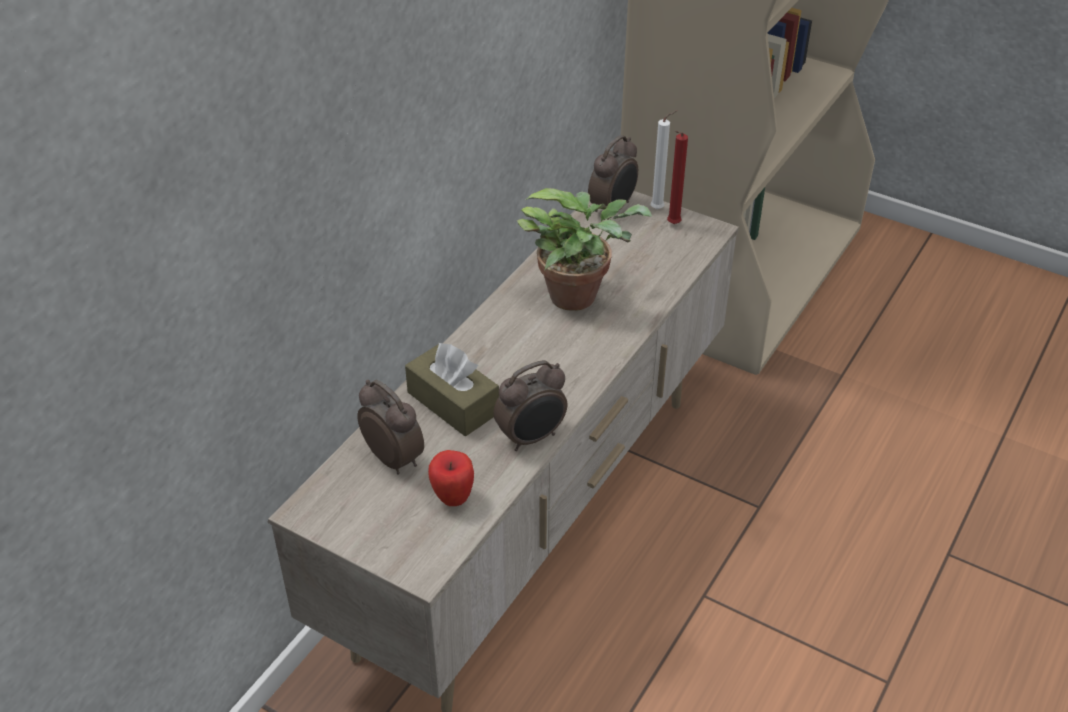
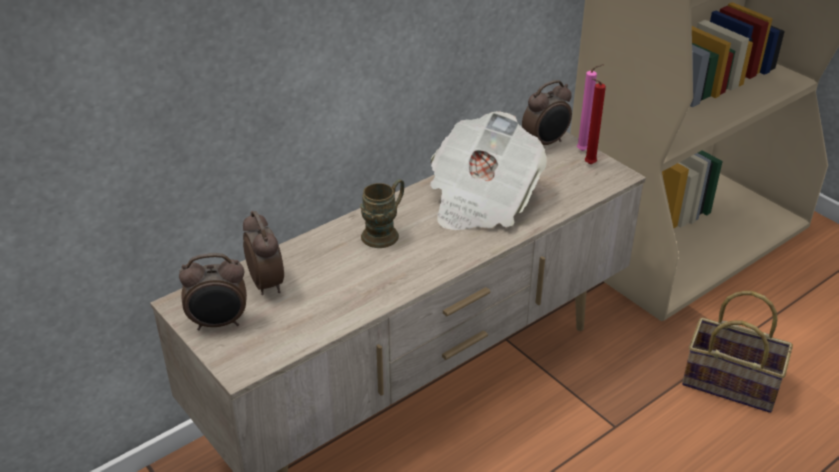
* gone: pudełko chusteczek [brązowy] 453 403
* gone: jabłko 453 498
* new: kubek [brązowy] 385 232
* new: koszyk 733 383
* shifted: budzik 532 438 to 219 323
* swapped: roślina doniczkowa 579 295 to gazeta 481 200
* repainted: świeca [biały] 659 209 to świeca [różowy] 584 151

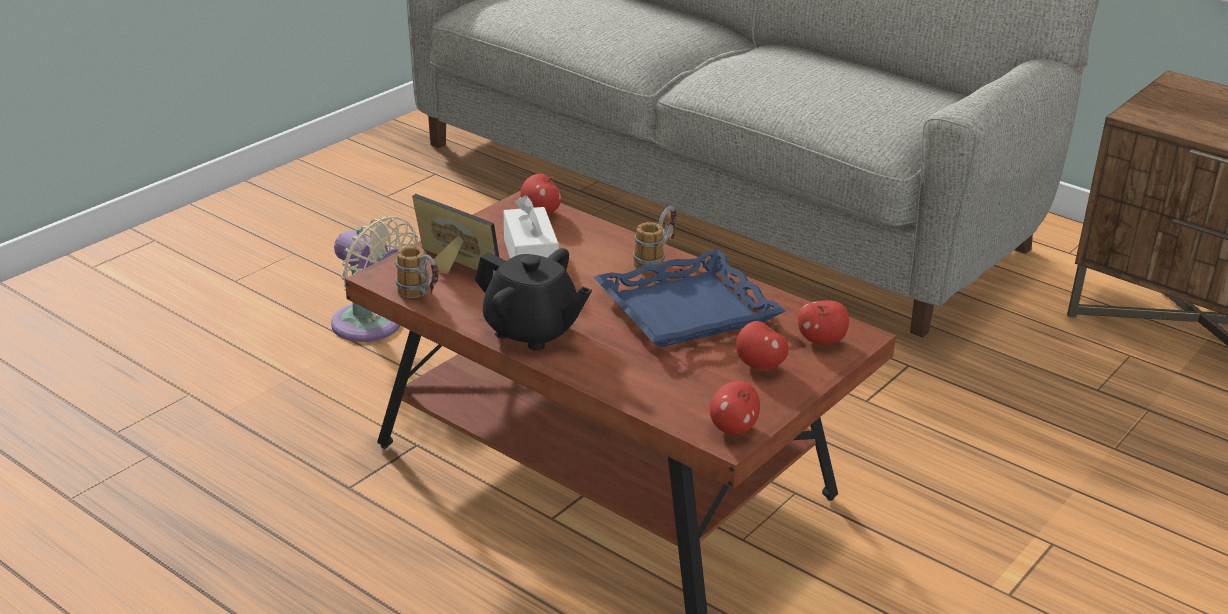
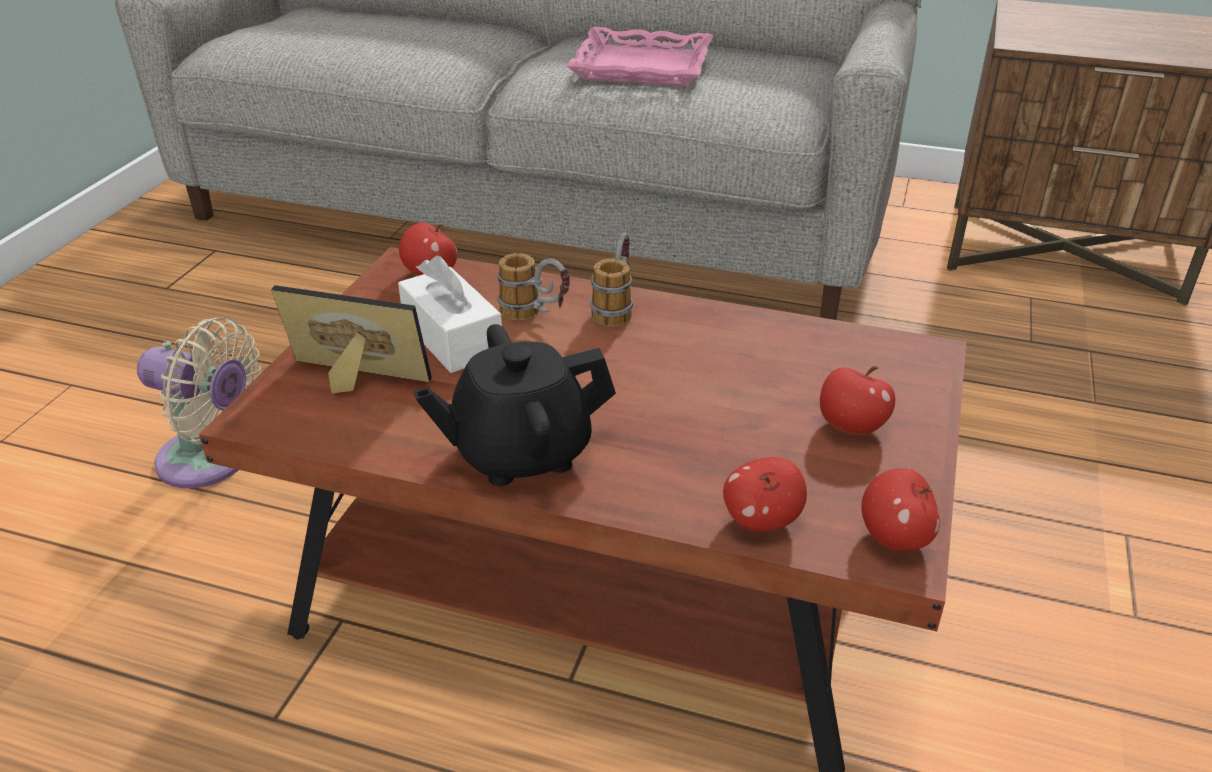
* gone: taca [niebieski] 686 309
* new: taca [różowy] 642 67
* shifted: kubek 421 296 to 535 315
* shifted: jabłko 821 340 to 761 520
* rotated: imbryk [czarny] 532 331 = 520 452 150 degrees clockwise

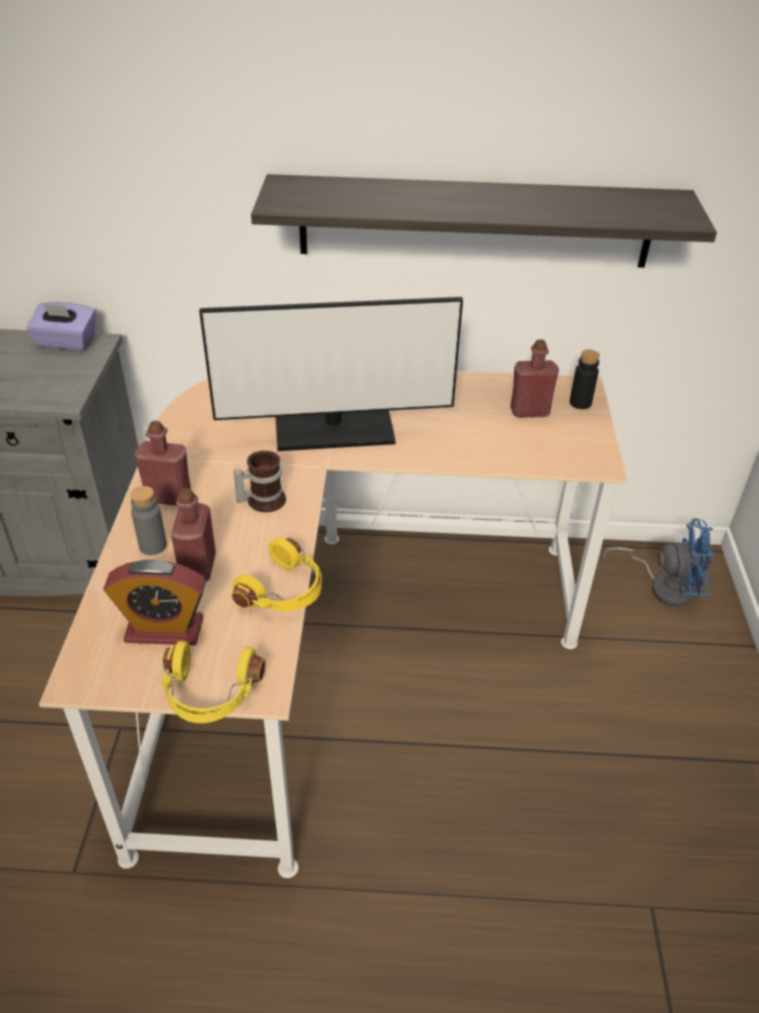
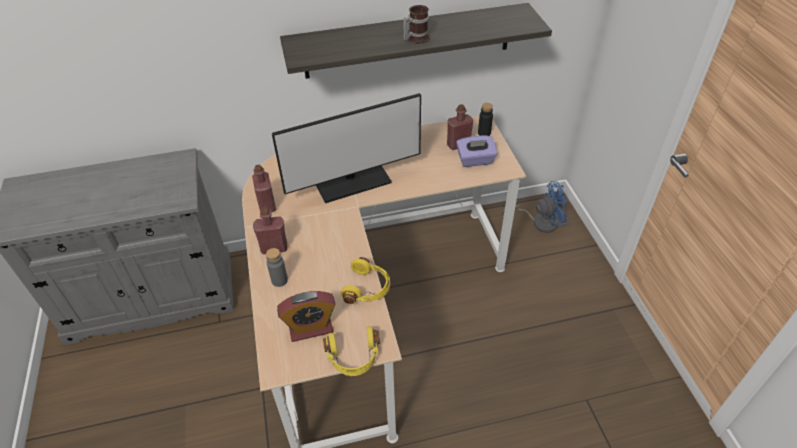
* shifted: pudełko chusteczek [fioletowy] 66 342 to 475 160
* shifted: butelka [czerwony] 198 567 to 267 205
* shifted: kubek 262 499 to 415 38

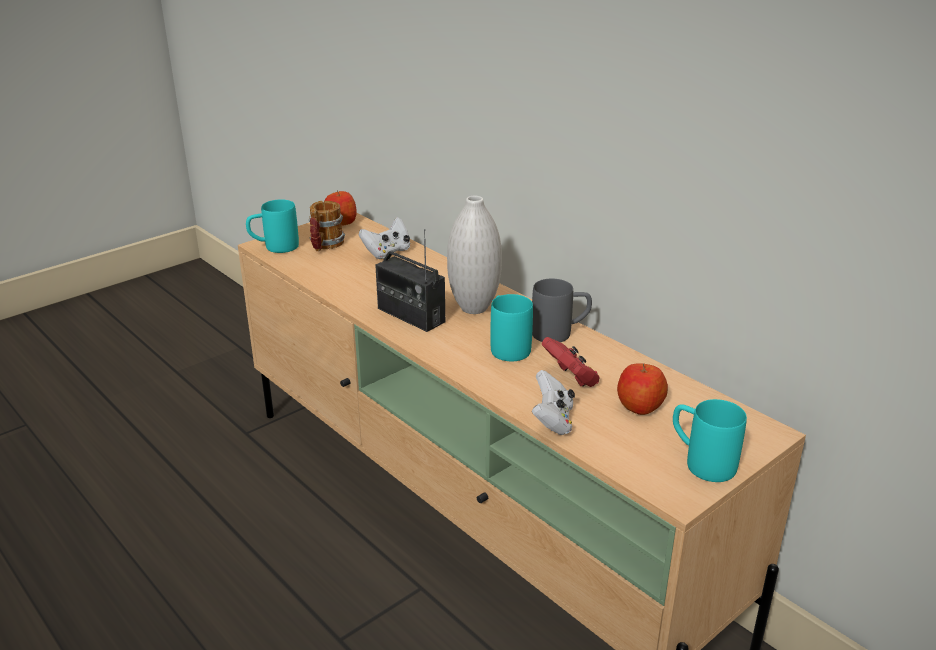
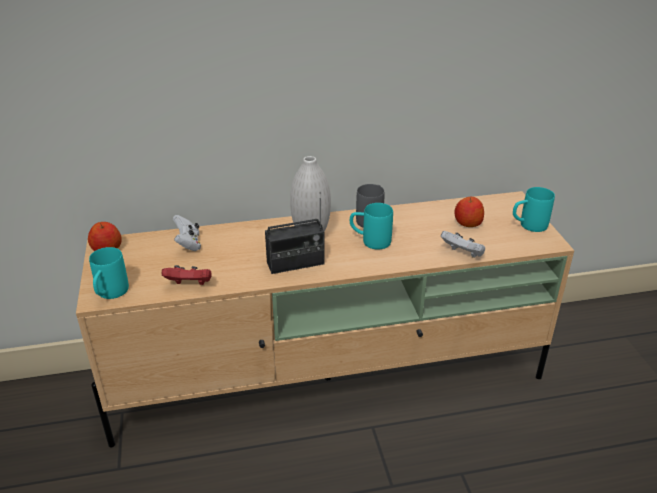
* gone: kubek 324 246
* shifted: pad do gier [czerwony] 571 378 to 190 285

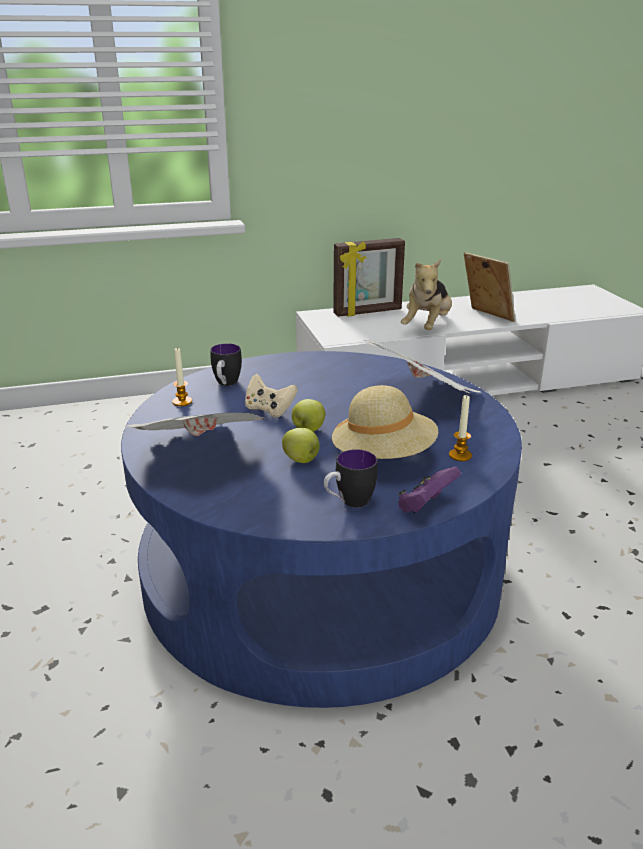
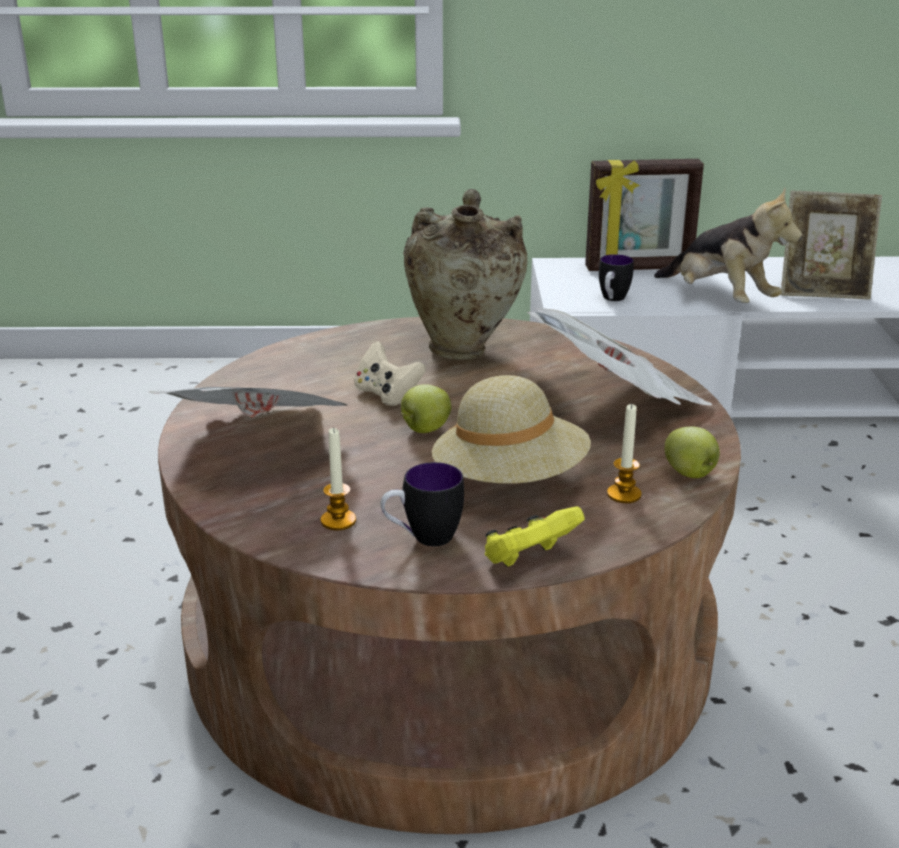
* new: wazon [beżowy] 464 349
* shifted: świeca 182 402 to 338 521
* shifted: kubek 226 384 to 612 299
* shifted: jabłko 302 460 to 690 474
* repainted: ława [niebieski] 321 567 to ława [brązowy] 449 633
* repainted: pad do gier [fioletowy] 426 506 to pad do gier [żółty] 529 559
* rotated: pluszak 427 327 = 719 299 75 degrees counterclockwise
* rotated: ramka na zdjęcie 486 316 = 823 292 120 degrees clockwise

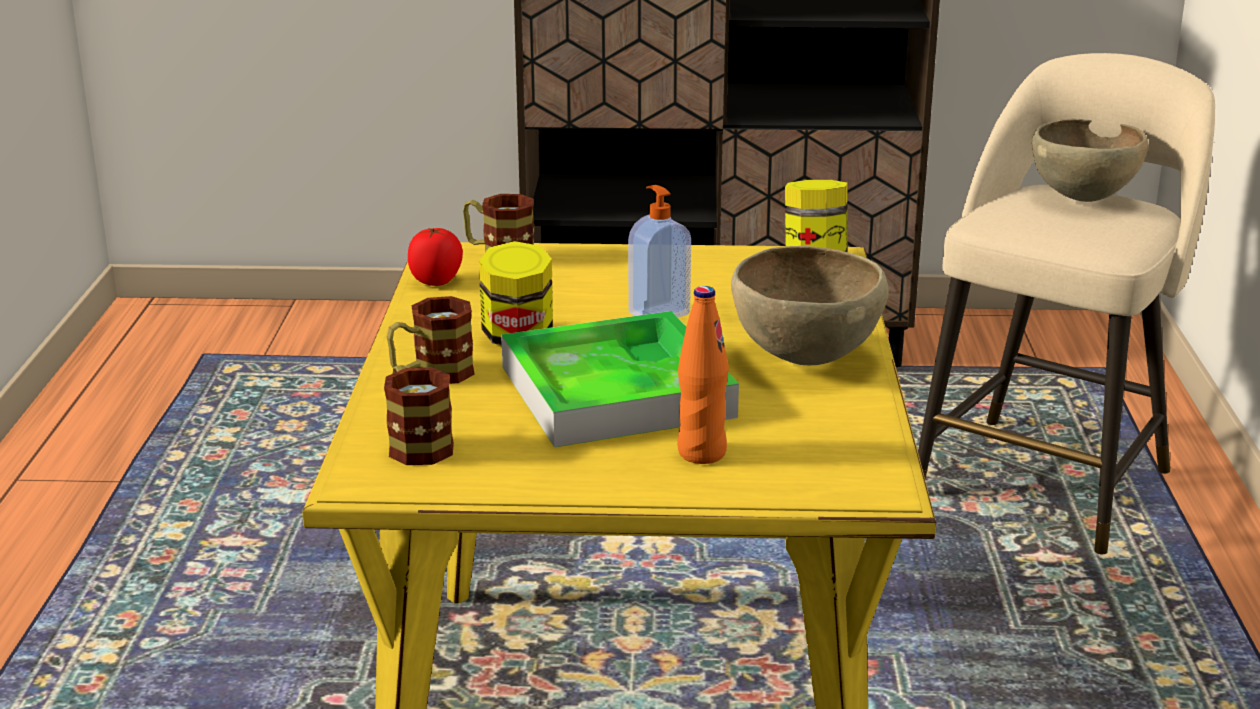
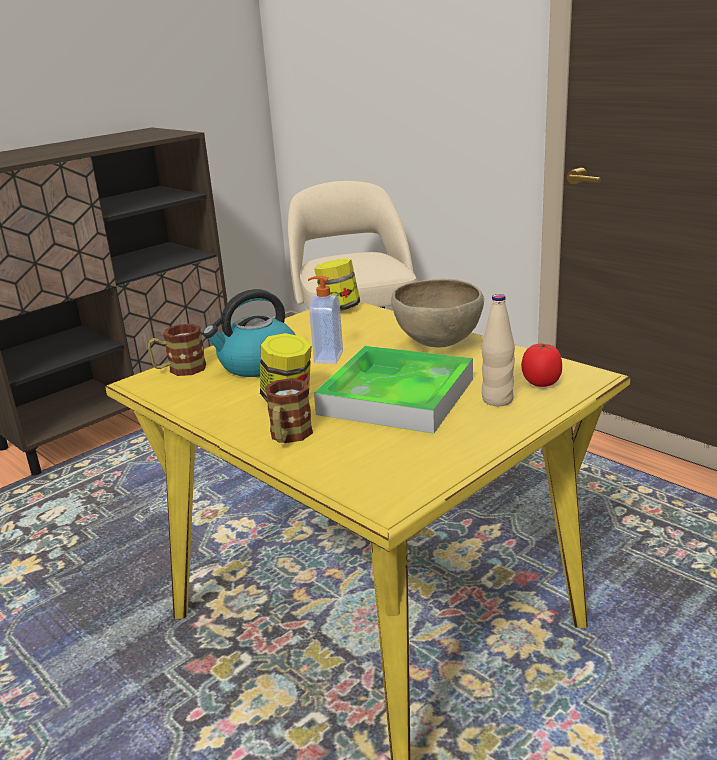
* gone: kubek 416 443
* gone: miska [brązowy] 1083 199
* new: czajnik 257 364
* shifted: pomidor 437 281 to 541 383
* repainted: butelka [pomarańczowy] 701 453 to butelka [beżowy] 497 400

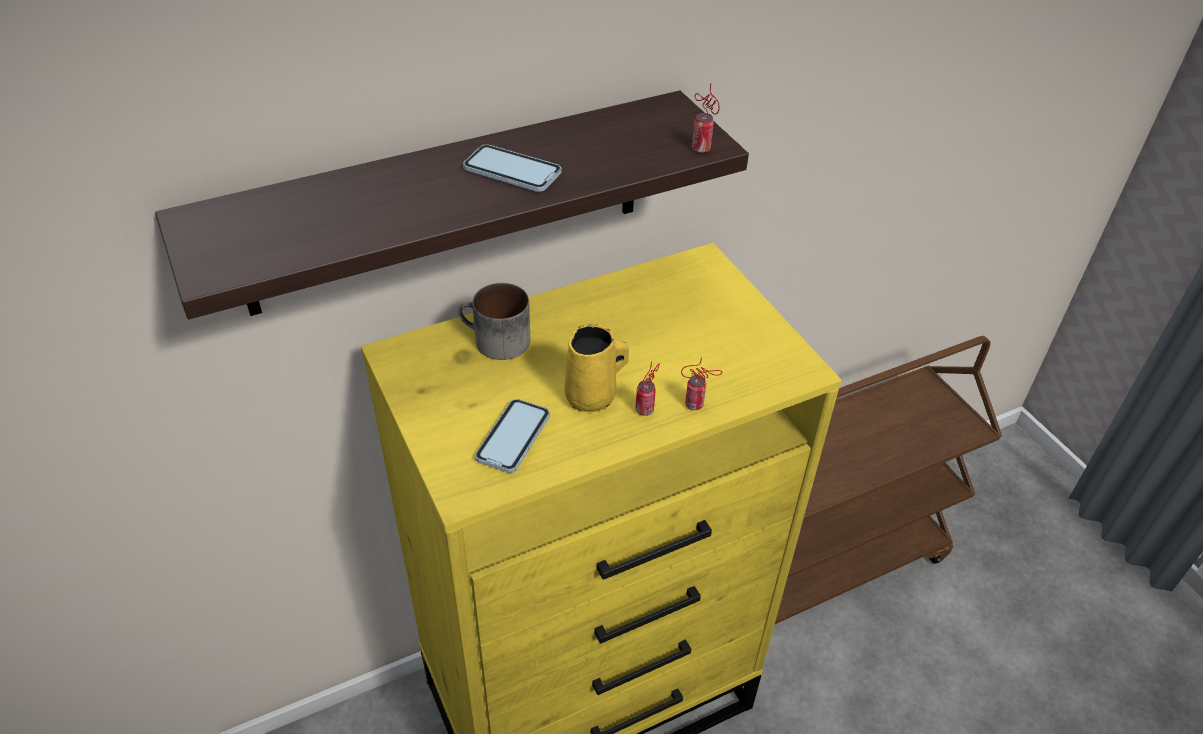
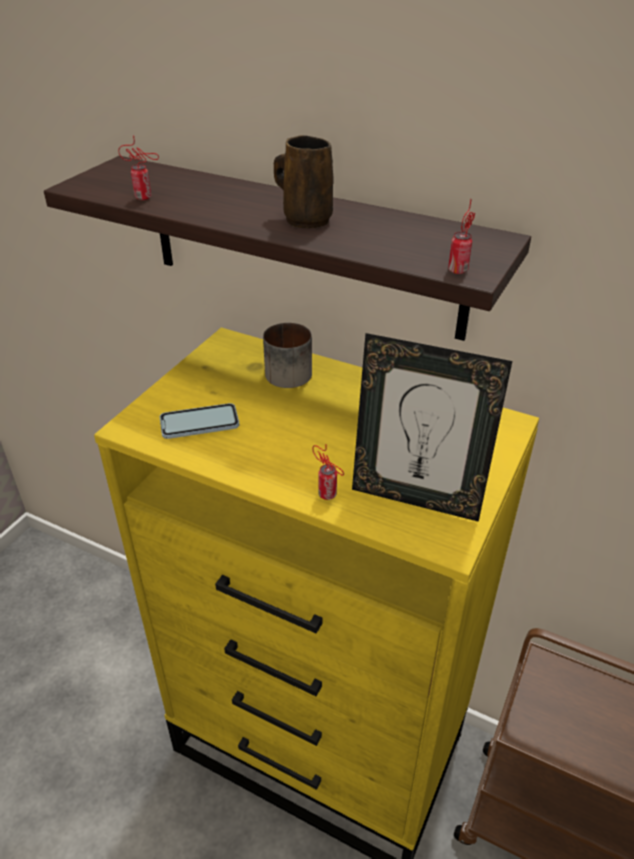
* gone: kubek [żółty] 593 396
* new: ramka na zdjęcie 416 498
* shifted: puszka 645 409 to 145 198
* swapped: telefon 512 171 to kubek [brązowy] 305 219

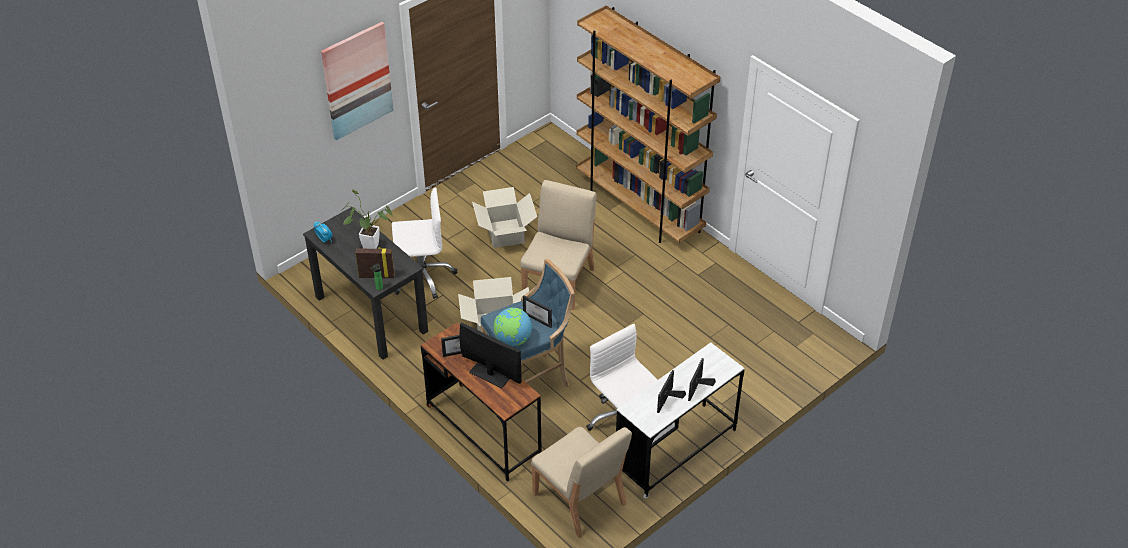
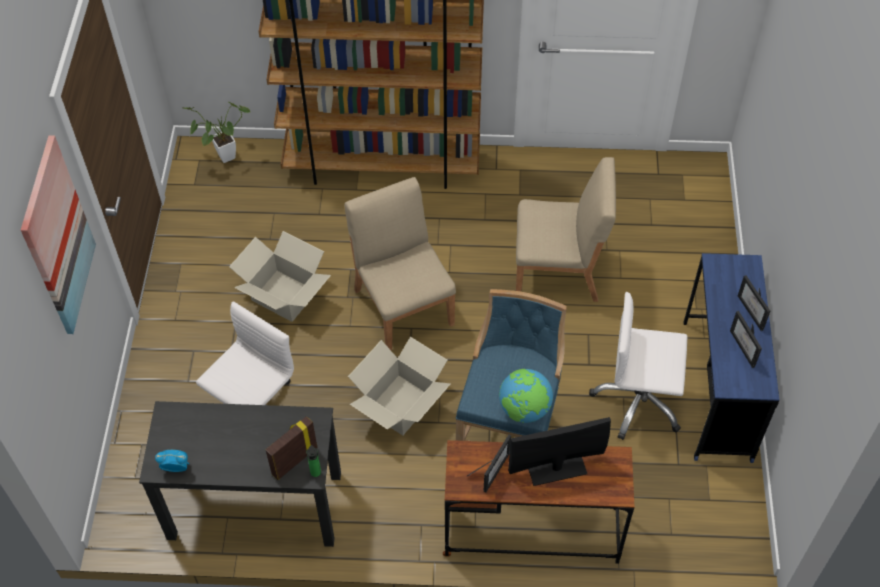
* gone: ramka na zdjęcie 540 318
* shifted: roślina doniczkowa 367 246 to 222 158
* shifted: krzesło [beżowy] 579 500 to 558 271
* repainted: biurko [biały] 675 450 to biurko [niebieski] 717 390

